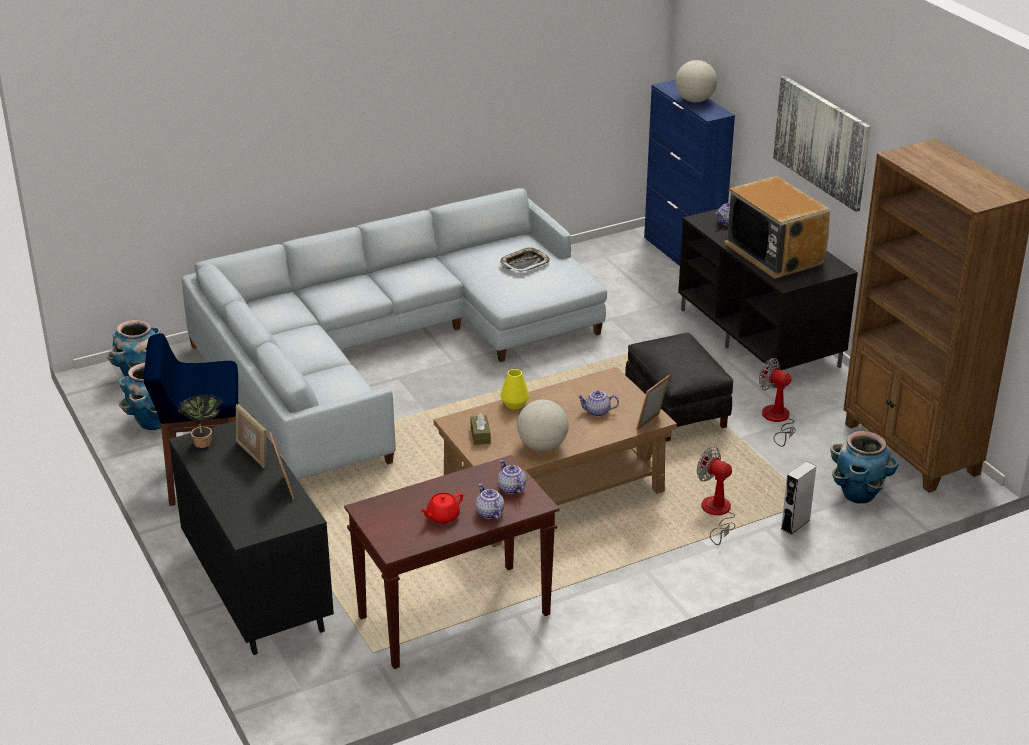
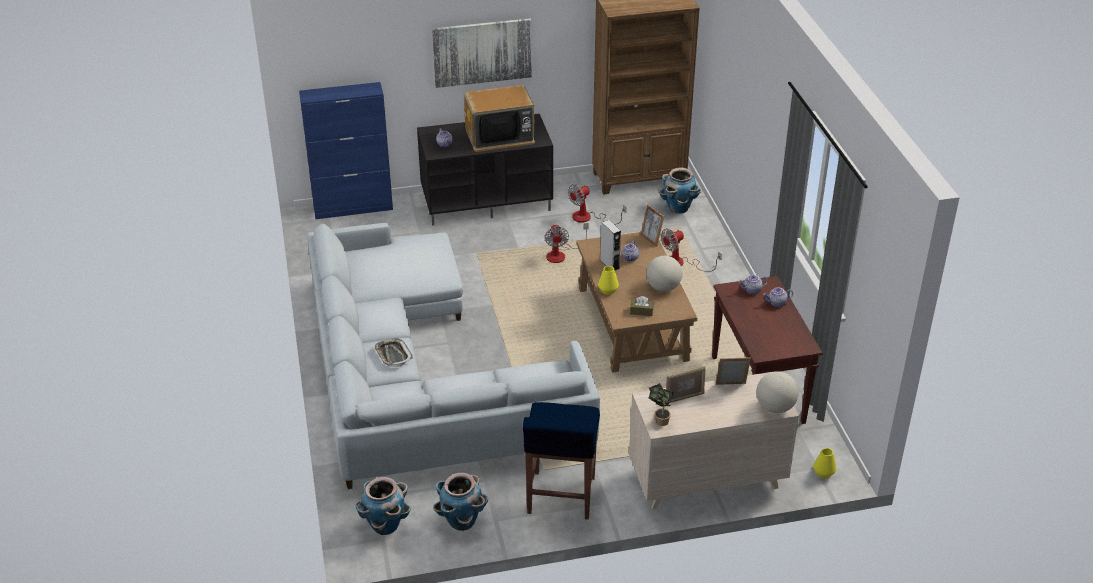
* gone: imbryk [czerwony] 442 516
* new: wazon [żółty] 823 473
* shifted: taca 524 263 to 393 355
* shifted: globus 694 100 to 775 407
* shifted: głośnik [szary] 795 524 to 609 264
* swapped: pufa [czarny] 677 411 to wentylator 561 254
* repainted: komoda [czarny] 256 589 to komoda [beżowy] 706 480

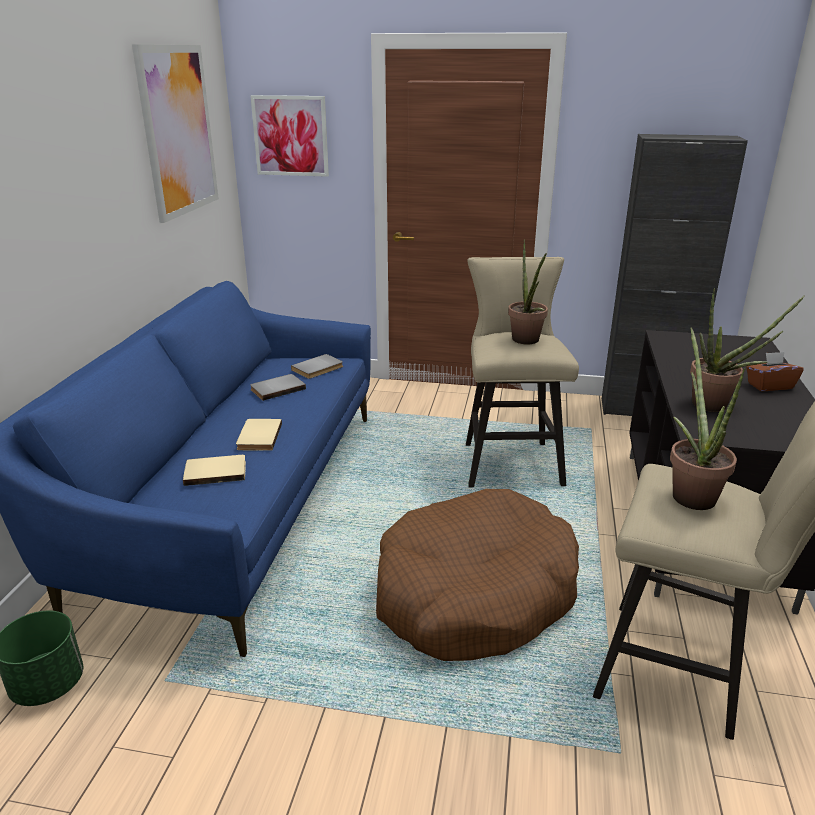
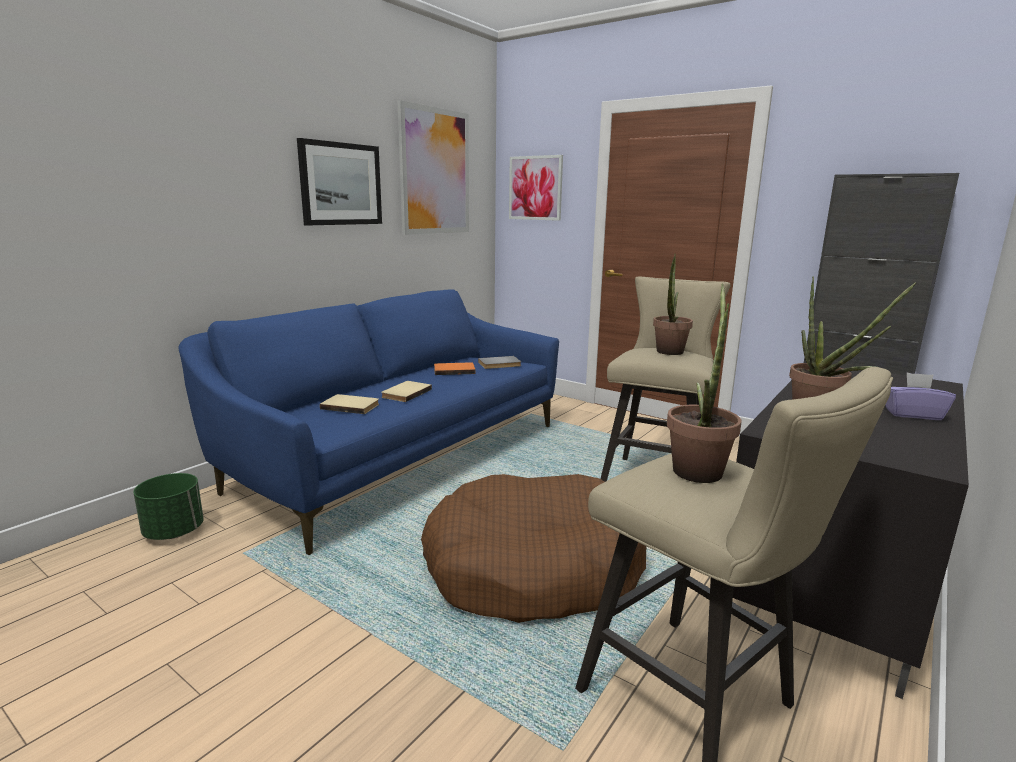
* new: obraz 341 184
* repainted: książka [szary] 277 388 to książka [pomarańczowy] 454 370
* repainted: pudełko chusteczek [brązowy] 769 386 to pudełko chusteczek [fioletowy] 912 414

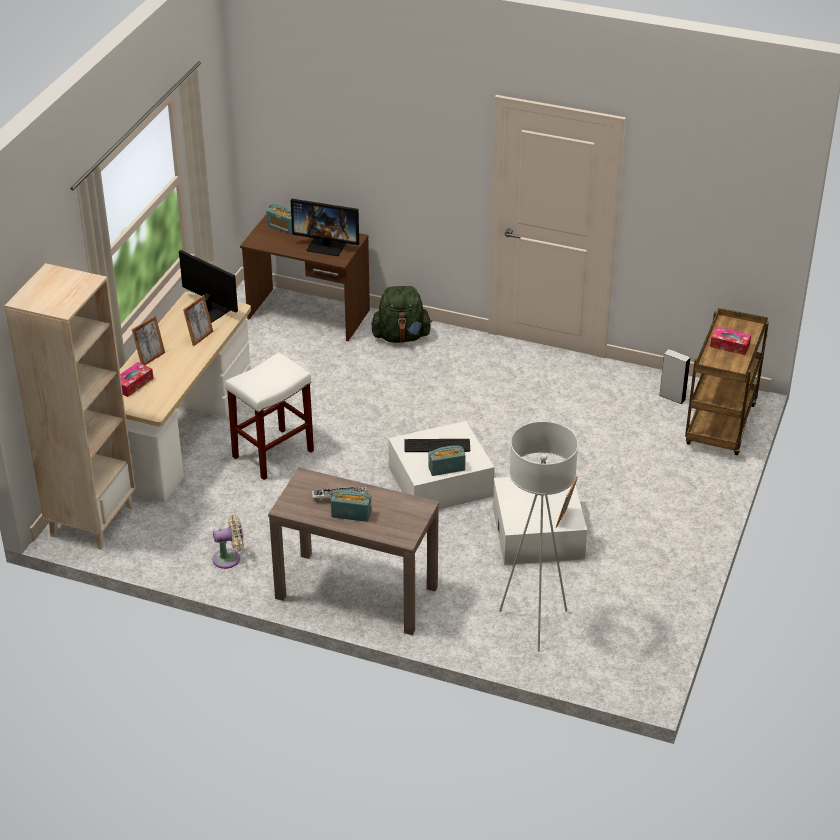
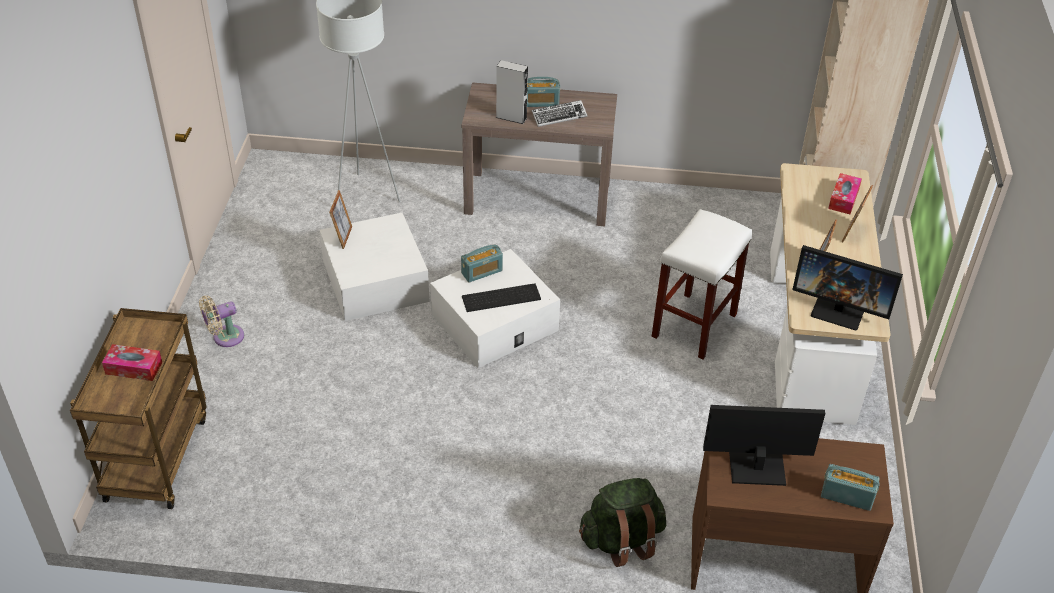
* shifted: wentylator [beżowy] 229 558 to 225 337
* shifted: głośnik [szary] 672 397 to 511 117

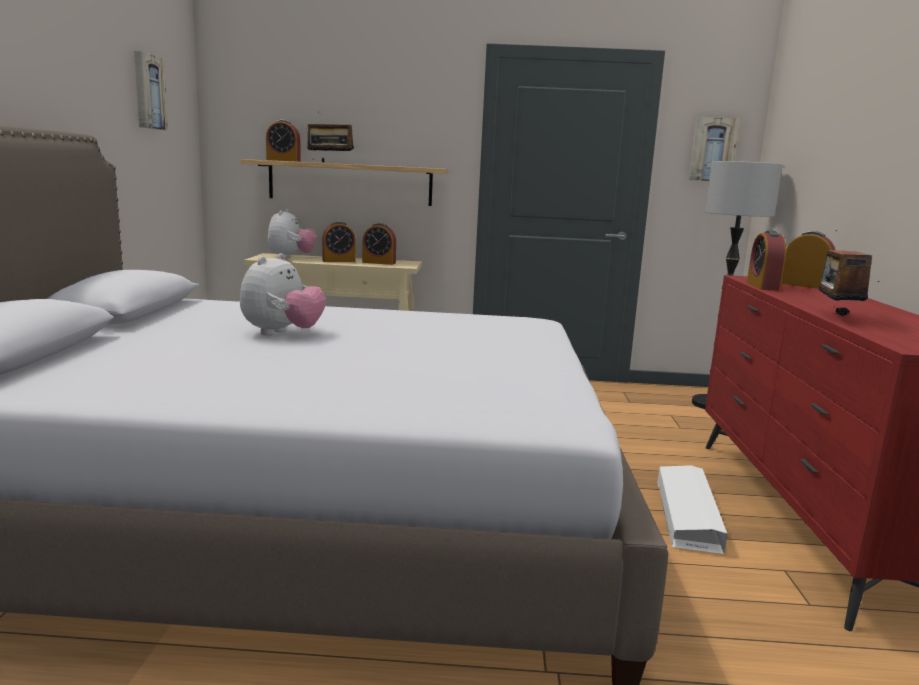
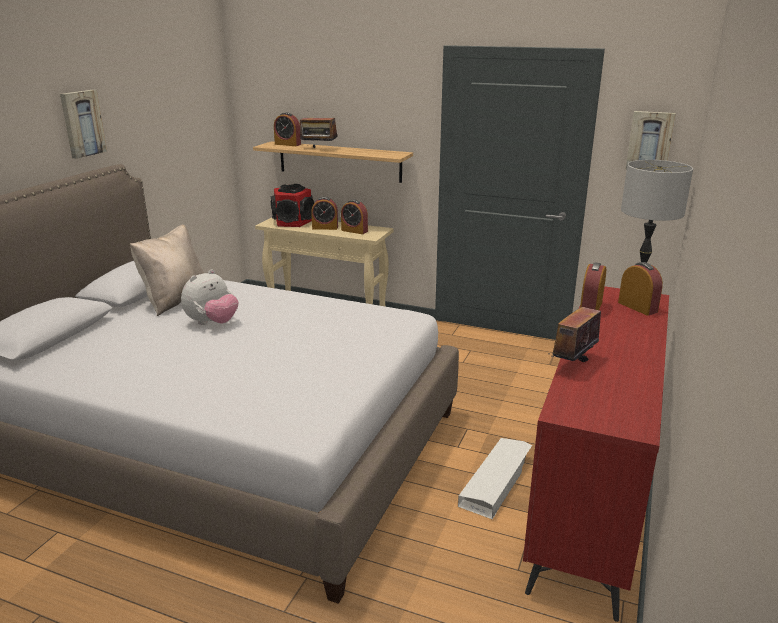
* new: poduszka [beżowy] 175 300
* shifted: obraz 148 92 to 82 123
* swapped: pluszak 291 257 to głośnik 292 222

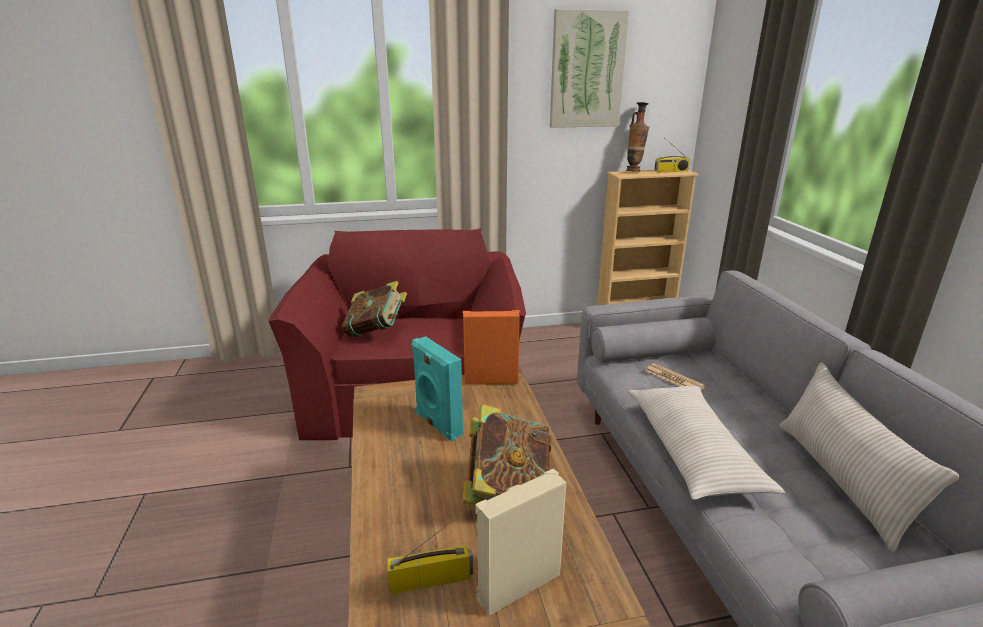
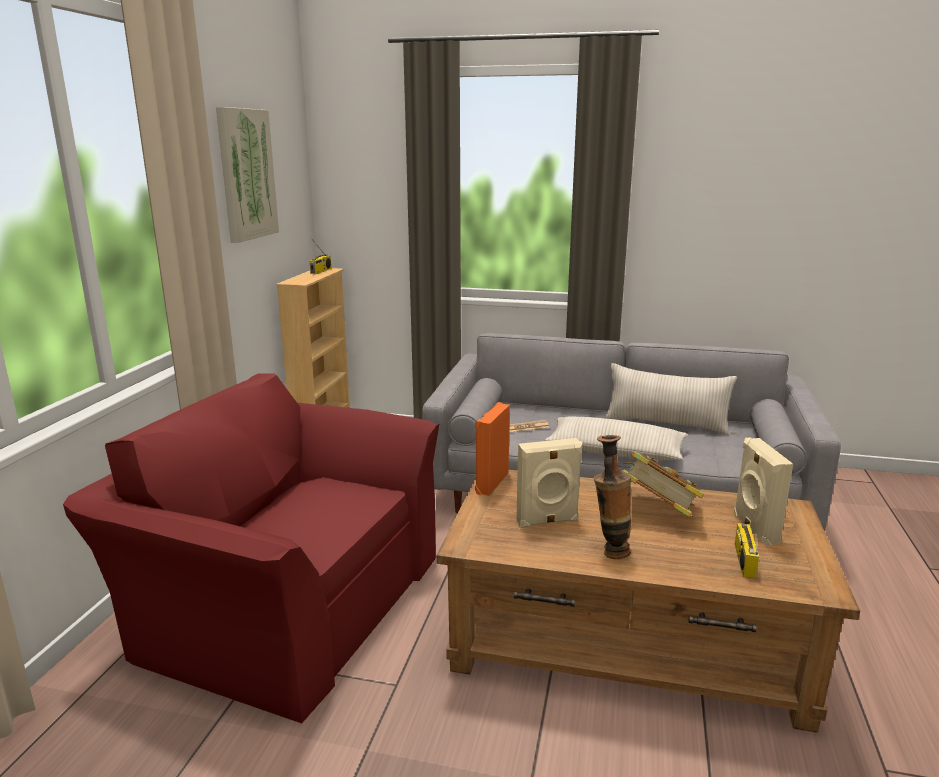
* gone: książka 376 332
* shifted: wazon 634 171 to 610 551
* repainted: głośnik [turkusowy] 437 424 to głośnik [beżowy] 547 521

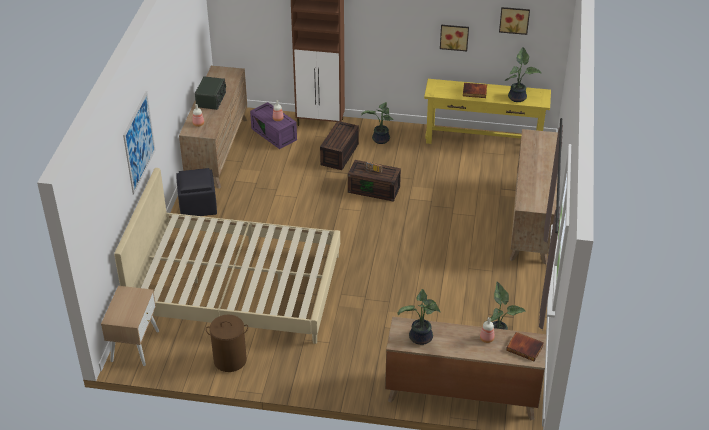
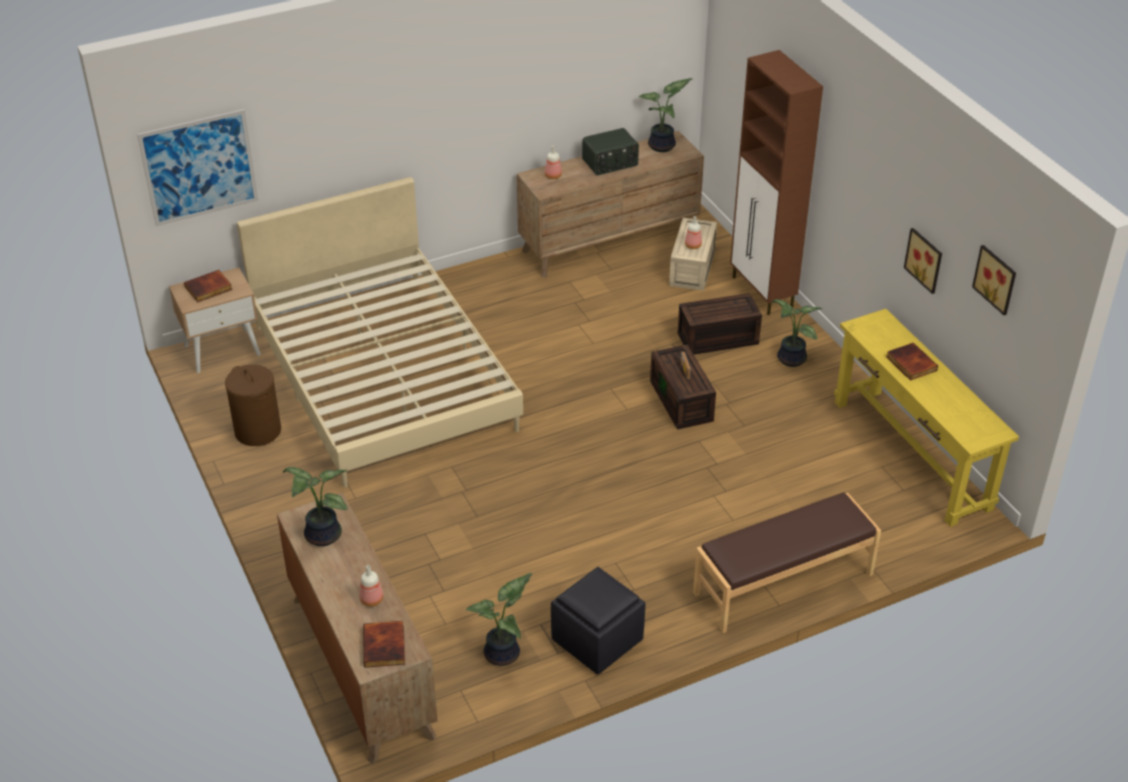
* new: książka 208 289
* shifted: obraz 139 142 to 199 167
* shifted: pufa [czarny] 197 206 to 597 639
* shifted: roślina doniczkowa 518 97 to 663 146
* swapped: komoda [brązowy] 531 221 to ławka [brązowy] 784 584
* repainted: pojemnik do przechowywania [fioletowy] 275 134 to pojemnik do przechowywania [beżowy] 693 268

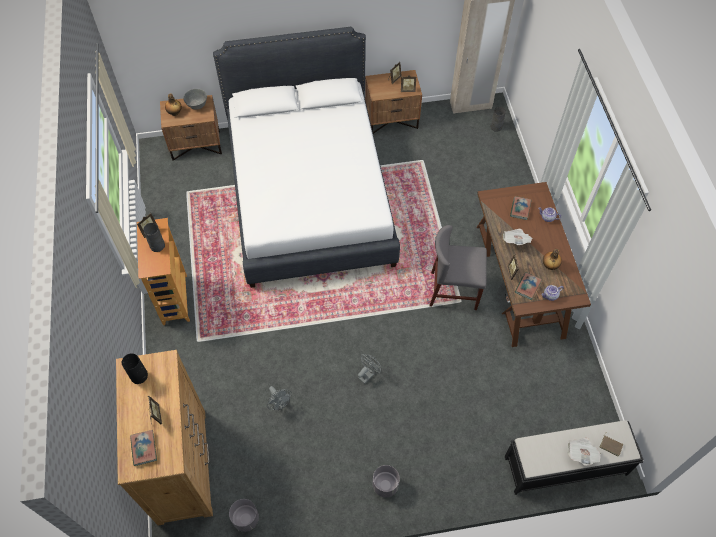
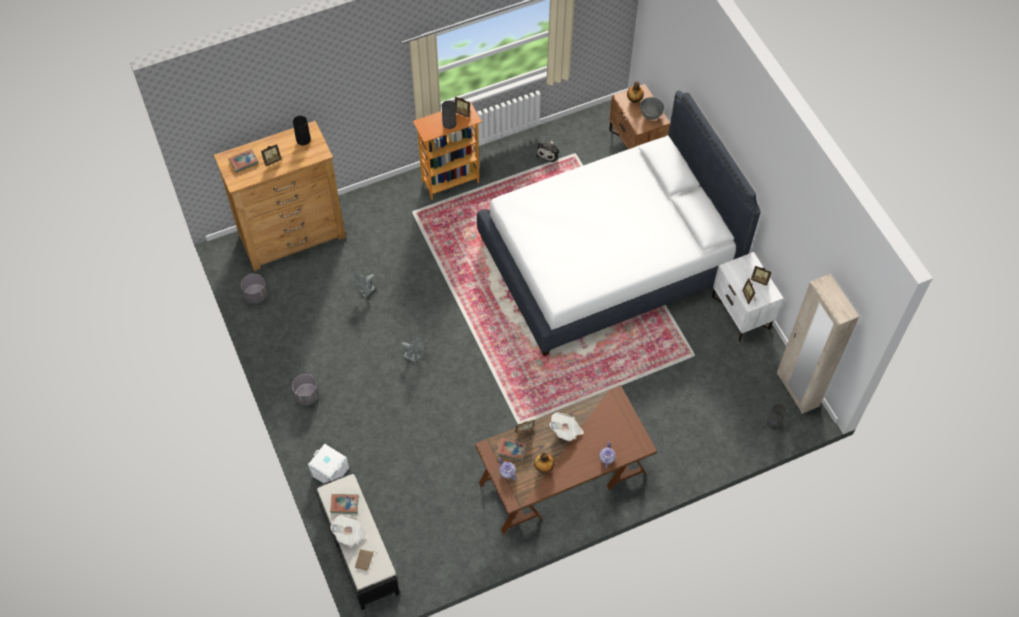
* gone: krzesło [szary] 454 291
* new: pojemnik do przechowywania [biały] 329 472
* new: pluszak 548 153
* shifted: książka 520 209 to 344 504
* repainted: szafka nocna [brązowy] 392 120 to szafka nocna [biały] 741 313

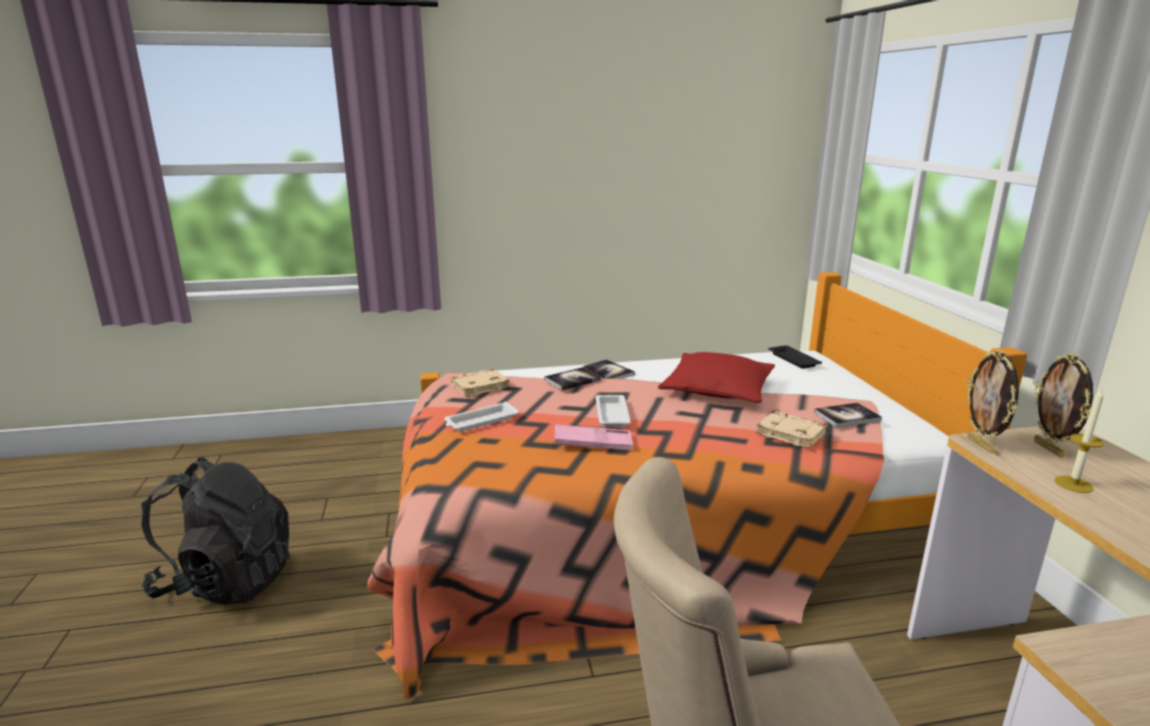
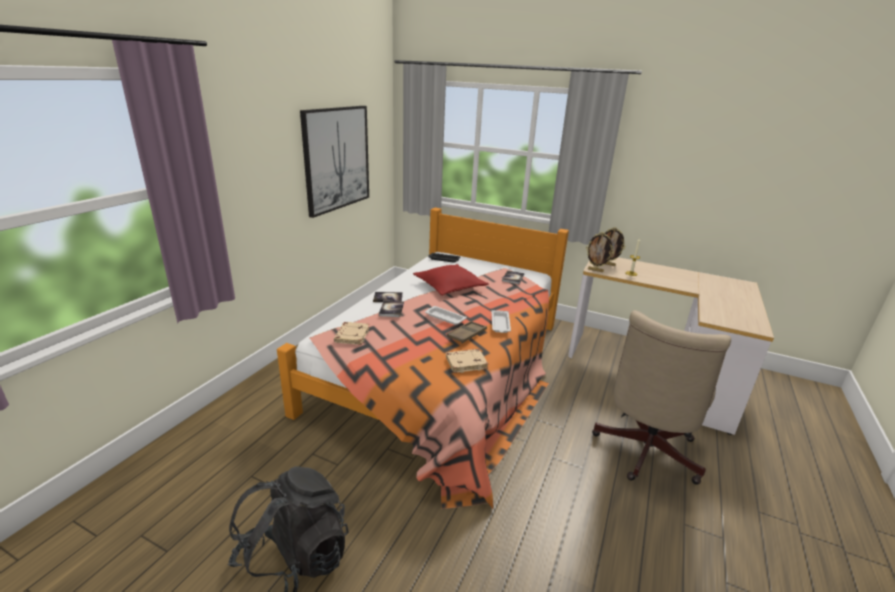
* new: obraz 337 159
* shifted: taca [biały] 480 421 to 500 324
* shifted: książka [beżowy] 791 433 to 466 363
* repainted: taca [różowy] 593 443 to taca [brązowy] 467 335

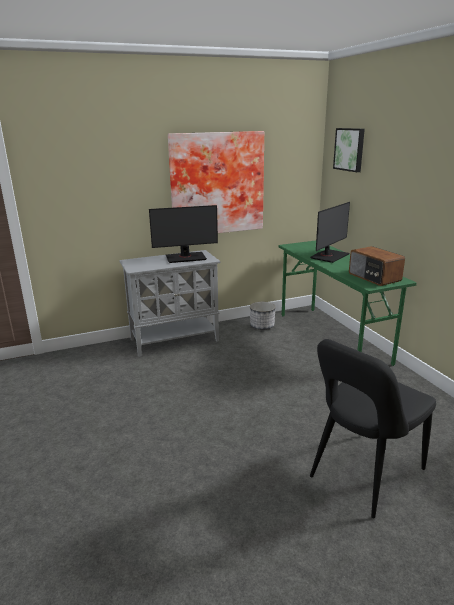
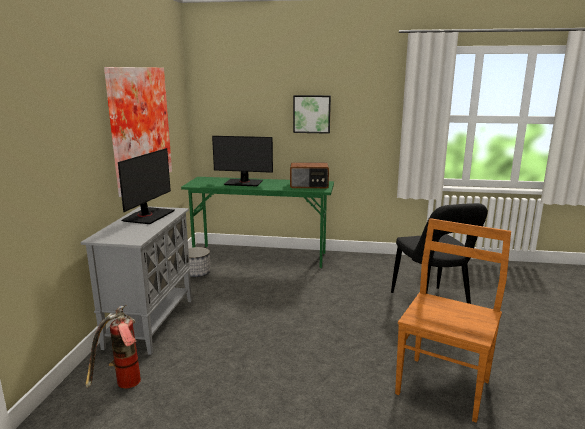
* new: gaśnica 122 387
* new: krzesło [brązowy] 443 386
* shifted: obraz 350 149 to 312 114
* rotated: monitor 329 256 = 244 183 120 degrees clockwise

